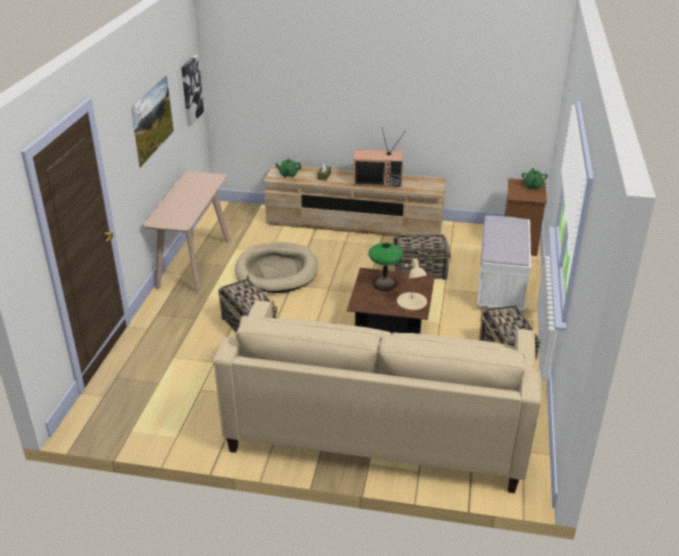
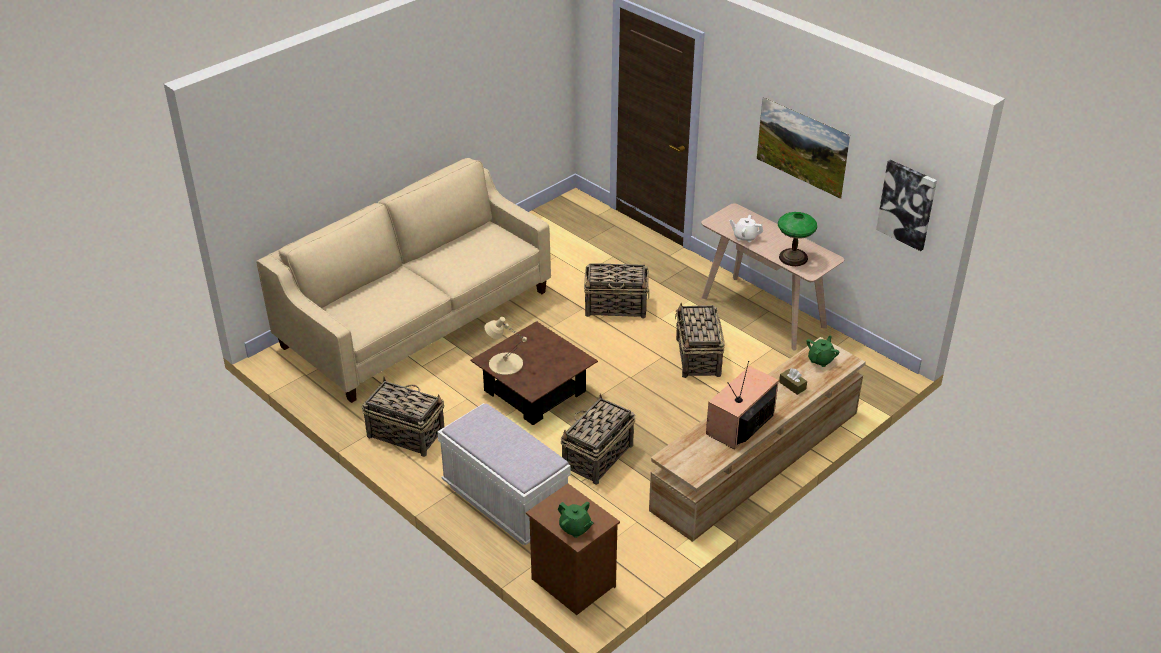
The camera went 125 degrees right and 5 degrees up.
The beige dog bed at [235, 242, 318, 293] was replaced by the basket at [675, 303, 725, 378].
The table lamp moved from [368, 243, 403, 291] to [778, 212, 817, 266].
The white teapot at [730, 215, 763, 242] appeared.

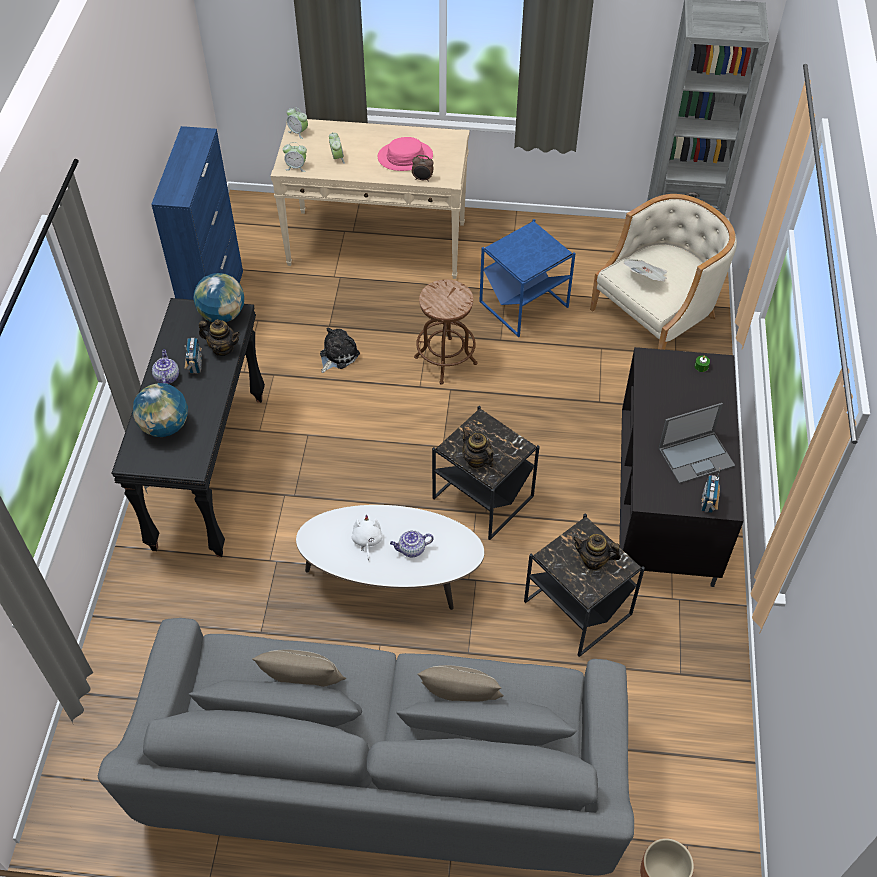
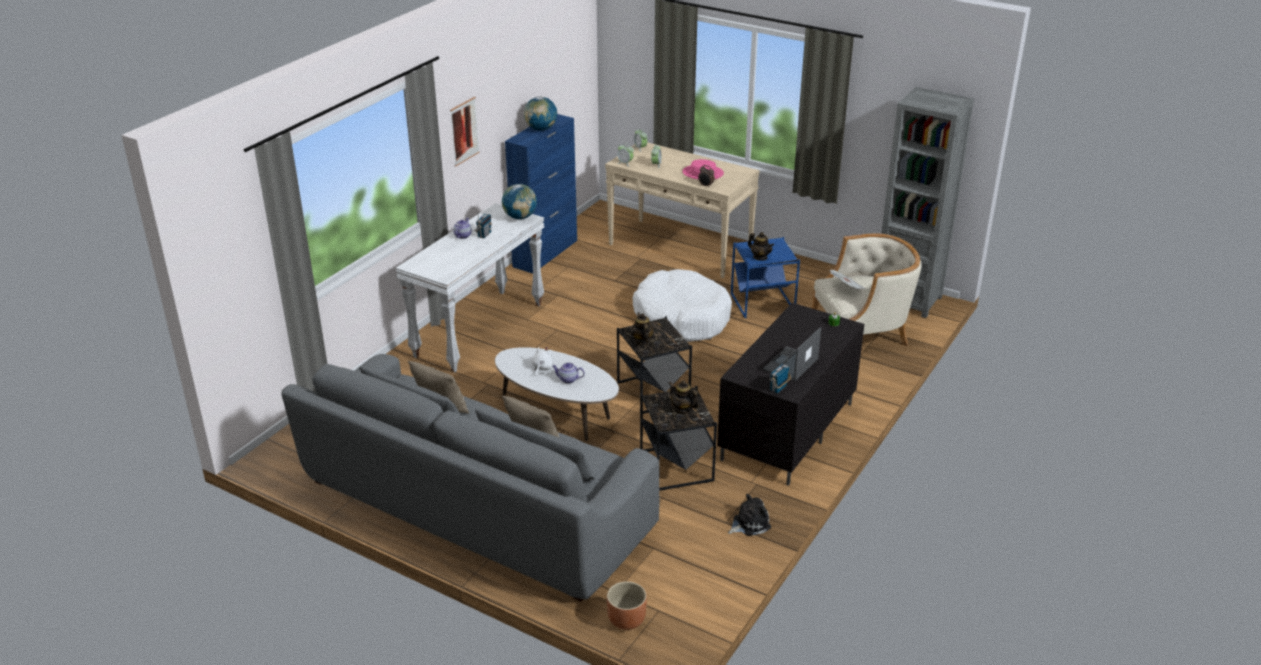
The camera went 25 degrees right and 20 degrees down.
The black console table at [111, 298, 265, 557] became the white console table at [395, 203, 545, 372].
The globe moved from [133, 383, 188, 437] to [524, 97, 557, 131].
The teapot moved from [199, 319, 240, 356] to [748, 232, 774, 261].
The plush toy moved from [320, 328, 360, 373] to [728, 494, 771, 536].
The brown stool at [414, 279, 478, 385] was replaced by the white dog bed at [633, 269, 732, 342].
The laptop at [658, 403, 735, 484] turned 120 degrees clockwise.
The picture at [450, 97, 480, 167] appeared.

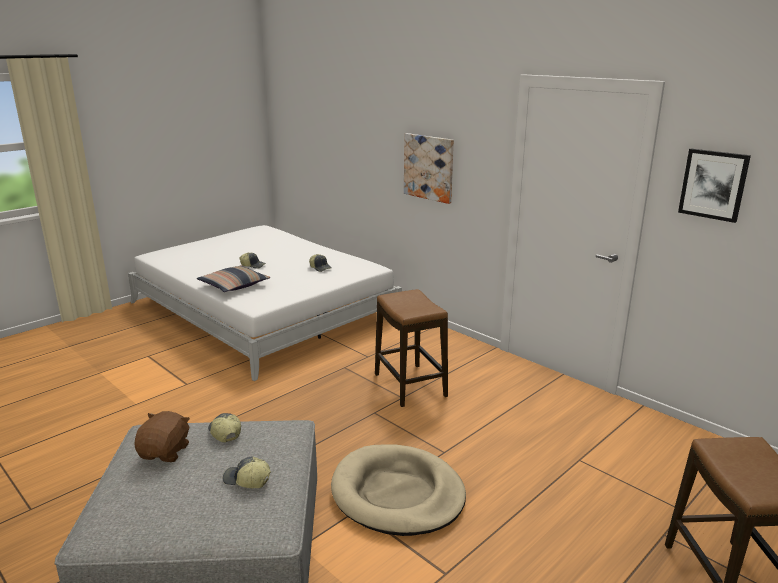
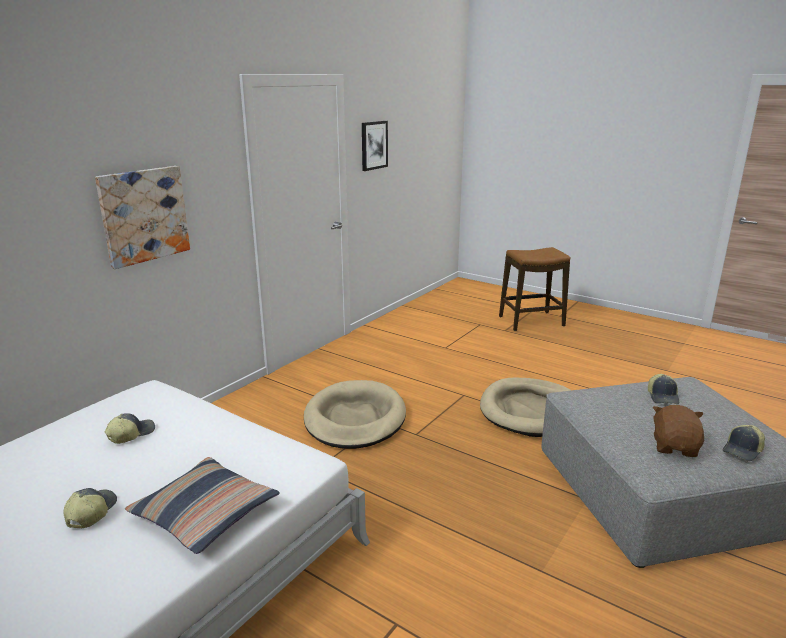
The camera went 100 degrees left and 0 degrees up.
The brown plush toy at [135, 411, 190, 462] turned 105 degrees clockwise.
The cap moved from [208, 413, 241, 443] to [722, 425, 765, 461].
The stool at [375, 289, 448, 407] was replaced by the beige dog bed at [304, 380, 406, 449].

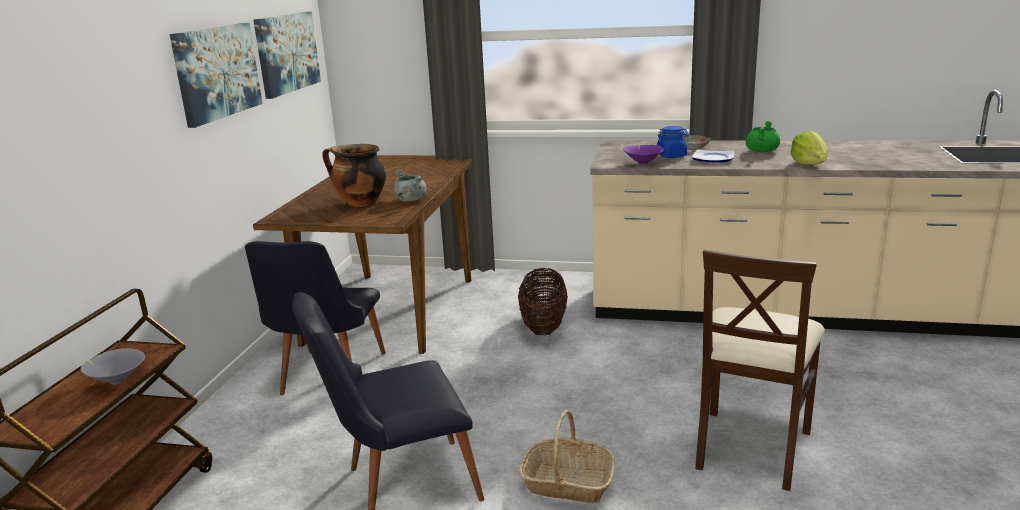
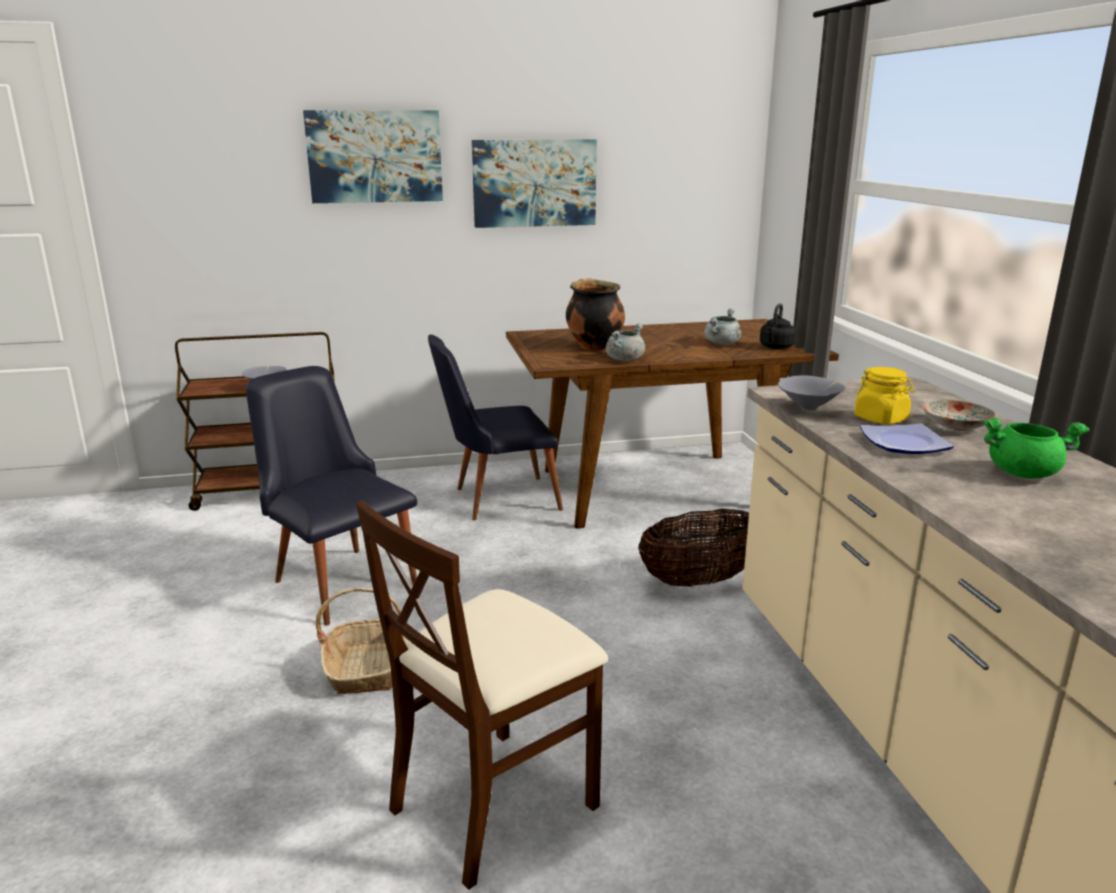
The camera went 65 degrees right and 0 degrees up.
The picture moved from [253, 12, 321, 99] to [303, 110, 443, 203].
The purple bowl at [623, 145, 664, 165] became the grey bowl at [778, 375, 846, 411].
The blue jar at [657, 126, 689, 158] became the yellow jar at [855, 367, 914, 424].
The beige chair at [695, 250, 825, 491] turned 45 degrees counterclockwise.
The lettuce at [790, 131, 828, 165] disappeared.
The grey cooking pot at [704, 309, 741, 345] appeared.
The black kettle at [760, 303, 796, 349] appeared.

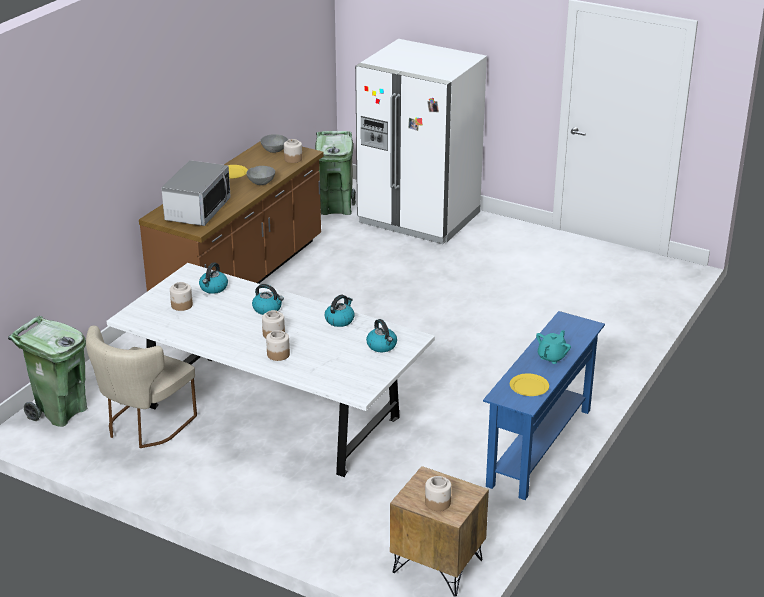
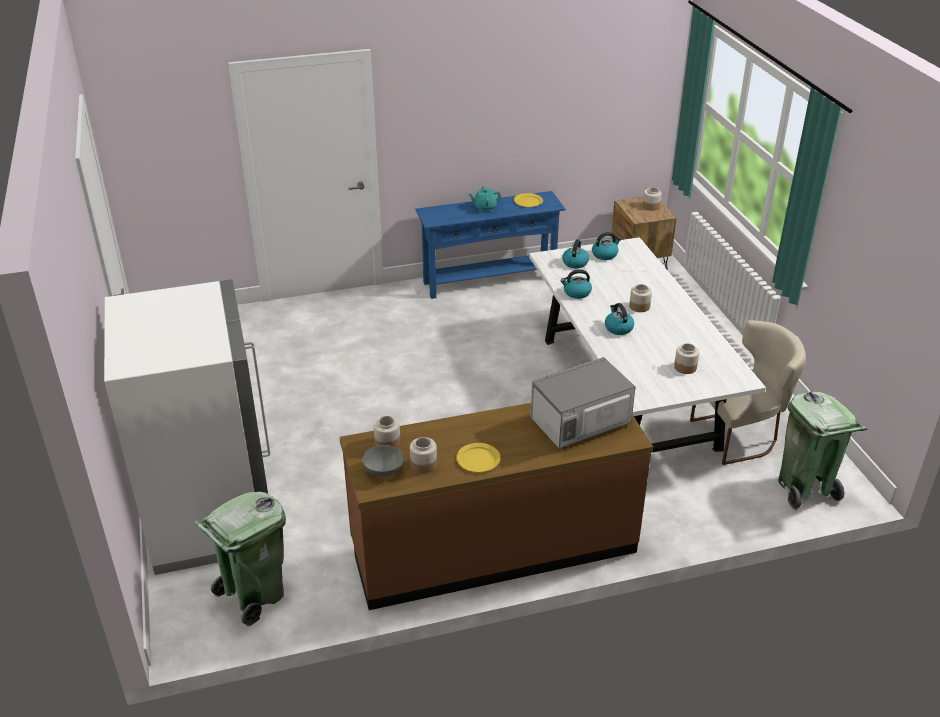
The camera went 135 degrees left and 5 degrees up.
The kettle moved from [199, 262, 228, 294] to [592, 232, 621, 260].
The grey bowl at [246, 166, 275, 185] disappeared.
The jar moved from [266, 330, 290, 361] to [410, 437, 437, 473].

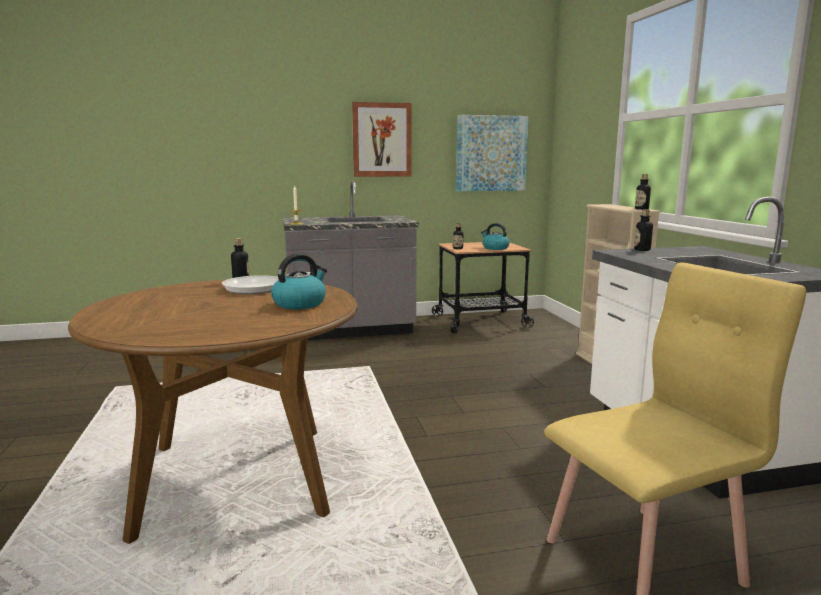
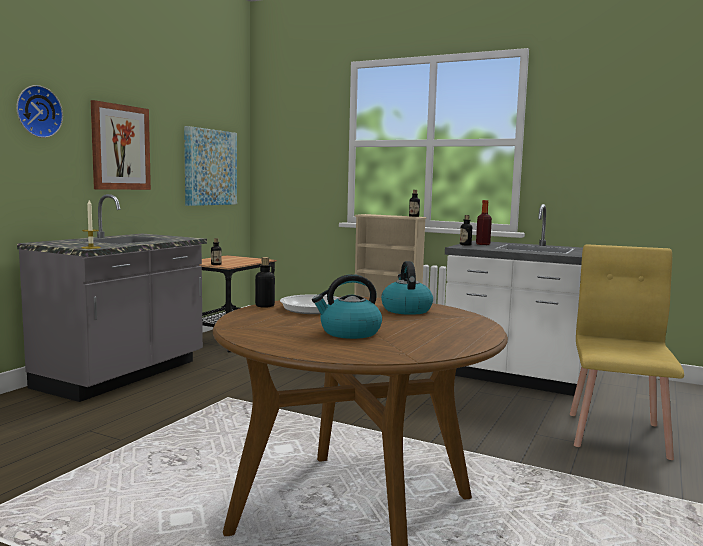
The camera went 50 degrees left and 5 degrees down.
The kettle moved from [481, 223, 510, 250] to [312, 274, 382, 339].
The wall clock at [16, 85, 63, 138] appeared.
The bottle at [476, 200, 492, 245] appeared.

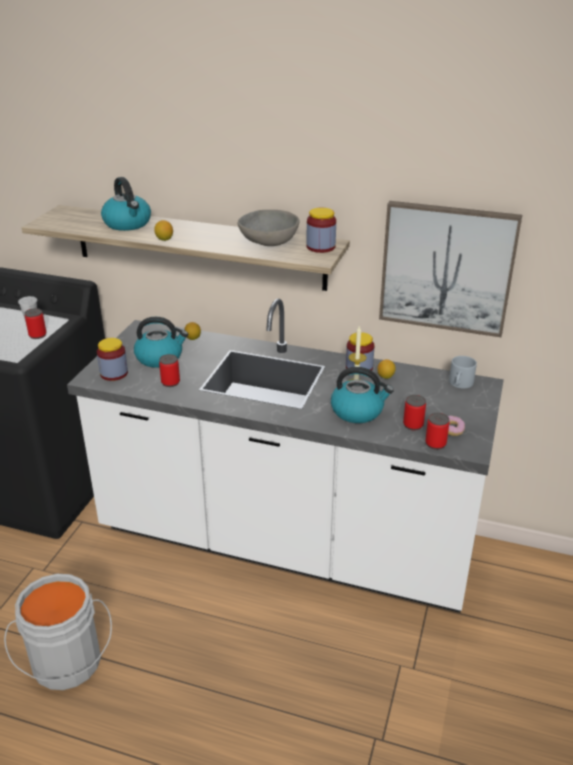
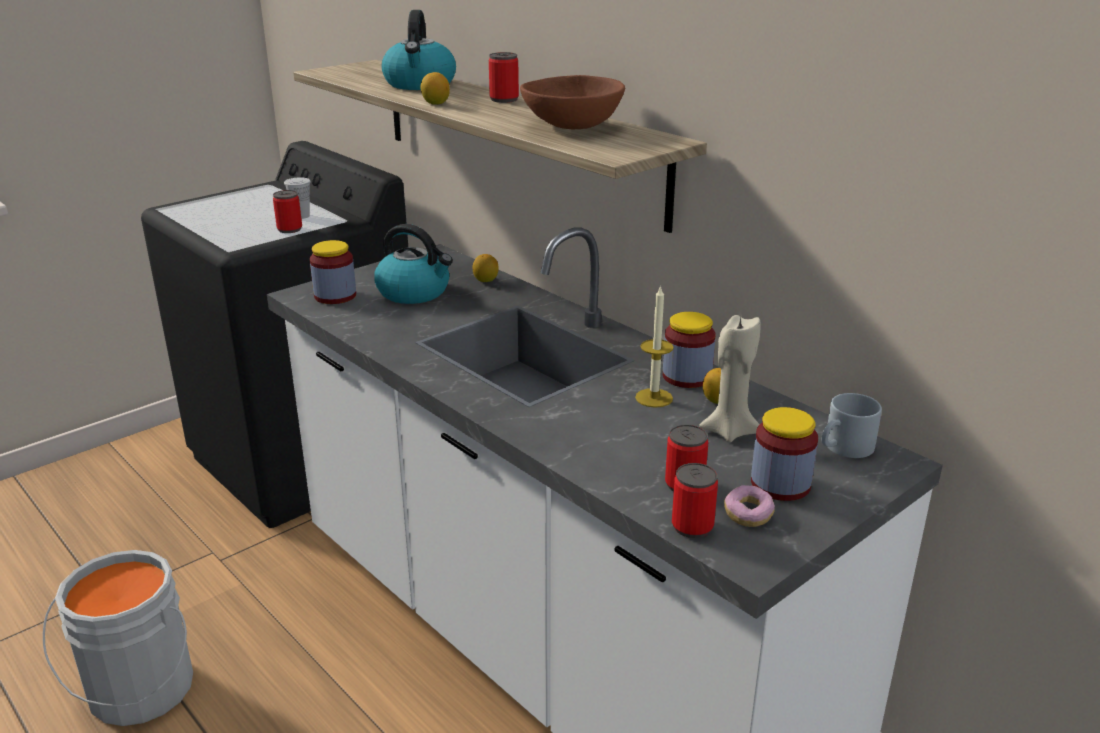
The camera went 30 degrees right and 5 degrees down.
The can moved from [159, 354, 180, 387] to [489, 52, 519, 103].
The grey bowl at [238, 210, 300, 246] became the brown bowl at [520, 75, 625, 129].
The jar moved from [306, 208, 336, 253] to [751, 407, 818, 501].
The kettle at [331, 367, 394, 423] disappeared.
The picture at [379, 201, 522, 337] disappeared.
The beige candle at [699, 315, 761, 442] appeared.

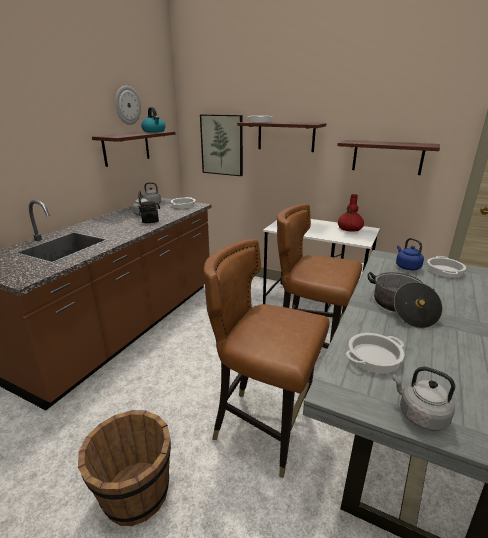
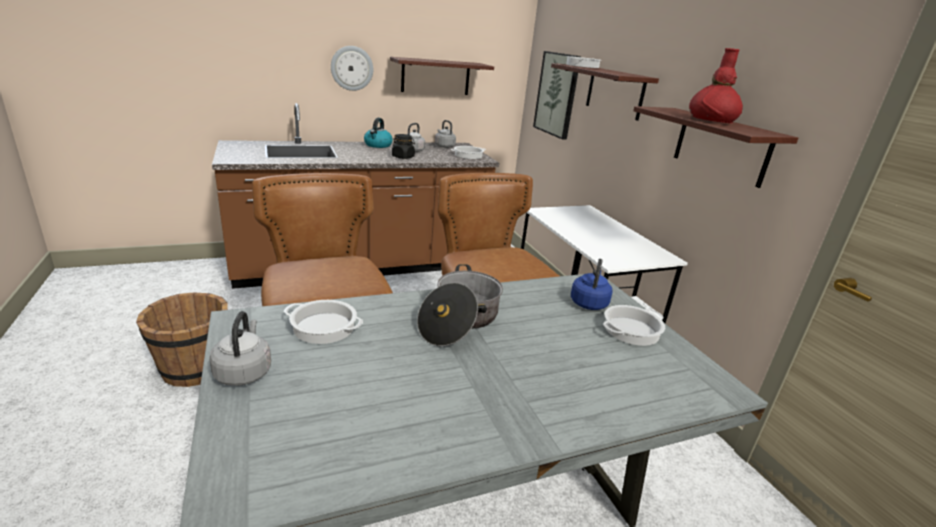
The camera went 40 degrees right and 0 degrees up.
The wall clock moved from [115, 86, 141, 125] to [331, 46, 373, 91].
The kettle moved from [141, 107, 166, 132] to [364, 118, 393, 148].
The red vase moved from [338, 194, 364, 232] to [689, 48, 743, 123].

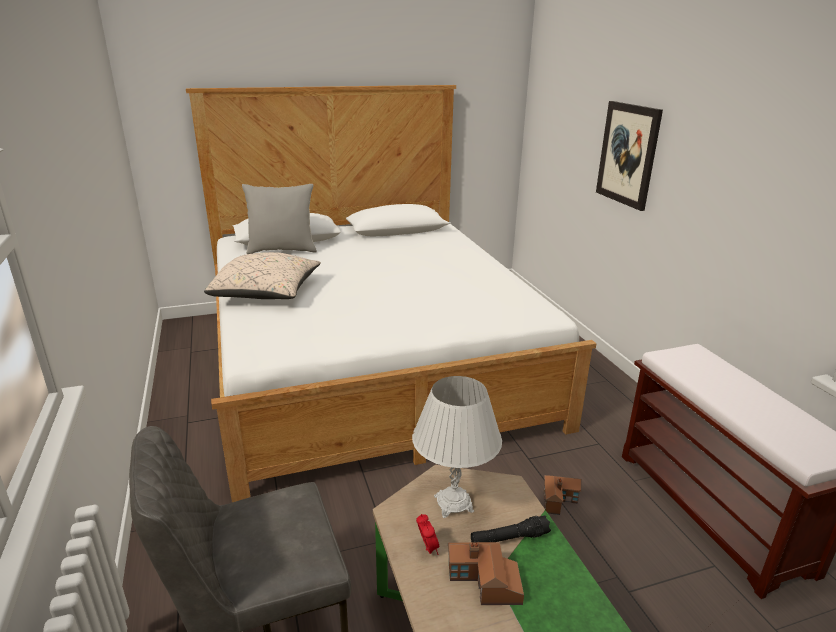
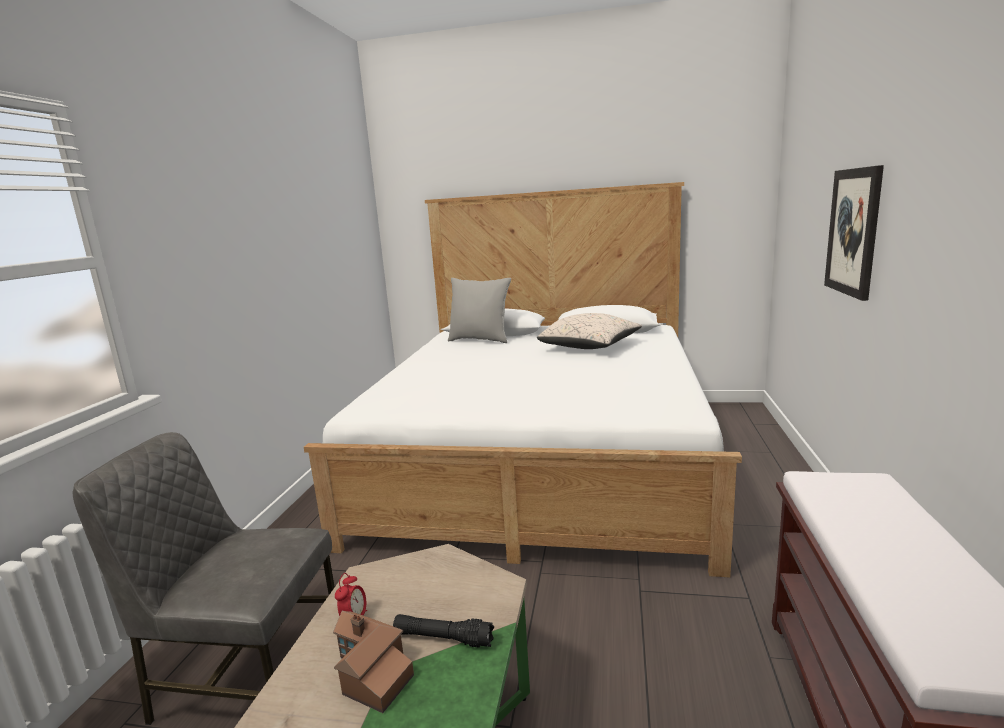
The camera went 30 degrees right and 10 degrees down.
The beige pillow moved from [204, 252, 321, 299] to [537, 313, 642, 349].
The white table lamp at [412, 376, 502, 518] disappeared.
The toy house at [544, 475, 582, 515] disappeared.

